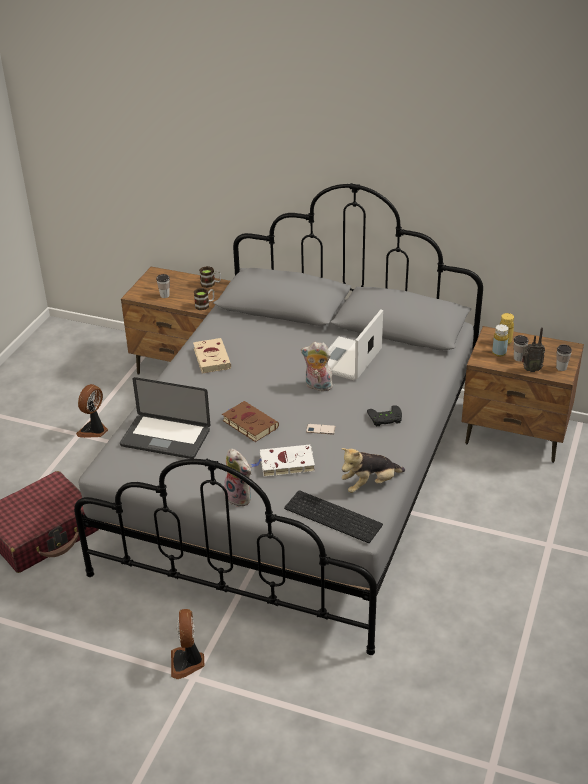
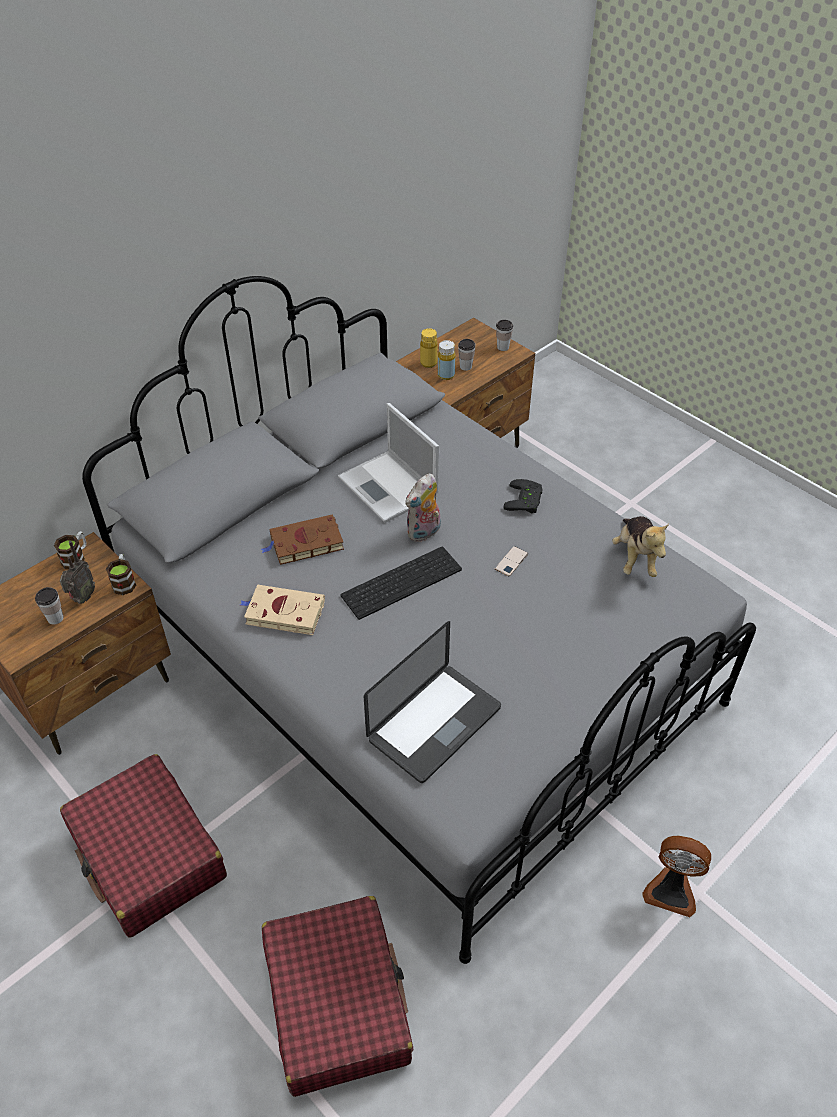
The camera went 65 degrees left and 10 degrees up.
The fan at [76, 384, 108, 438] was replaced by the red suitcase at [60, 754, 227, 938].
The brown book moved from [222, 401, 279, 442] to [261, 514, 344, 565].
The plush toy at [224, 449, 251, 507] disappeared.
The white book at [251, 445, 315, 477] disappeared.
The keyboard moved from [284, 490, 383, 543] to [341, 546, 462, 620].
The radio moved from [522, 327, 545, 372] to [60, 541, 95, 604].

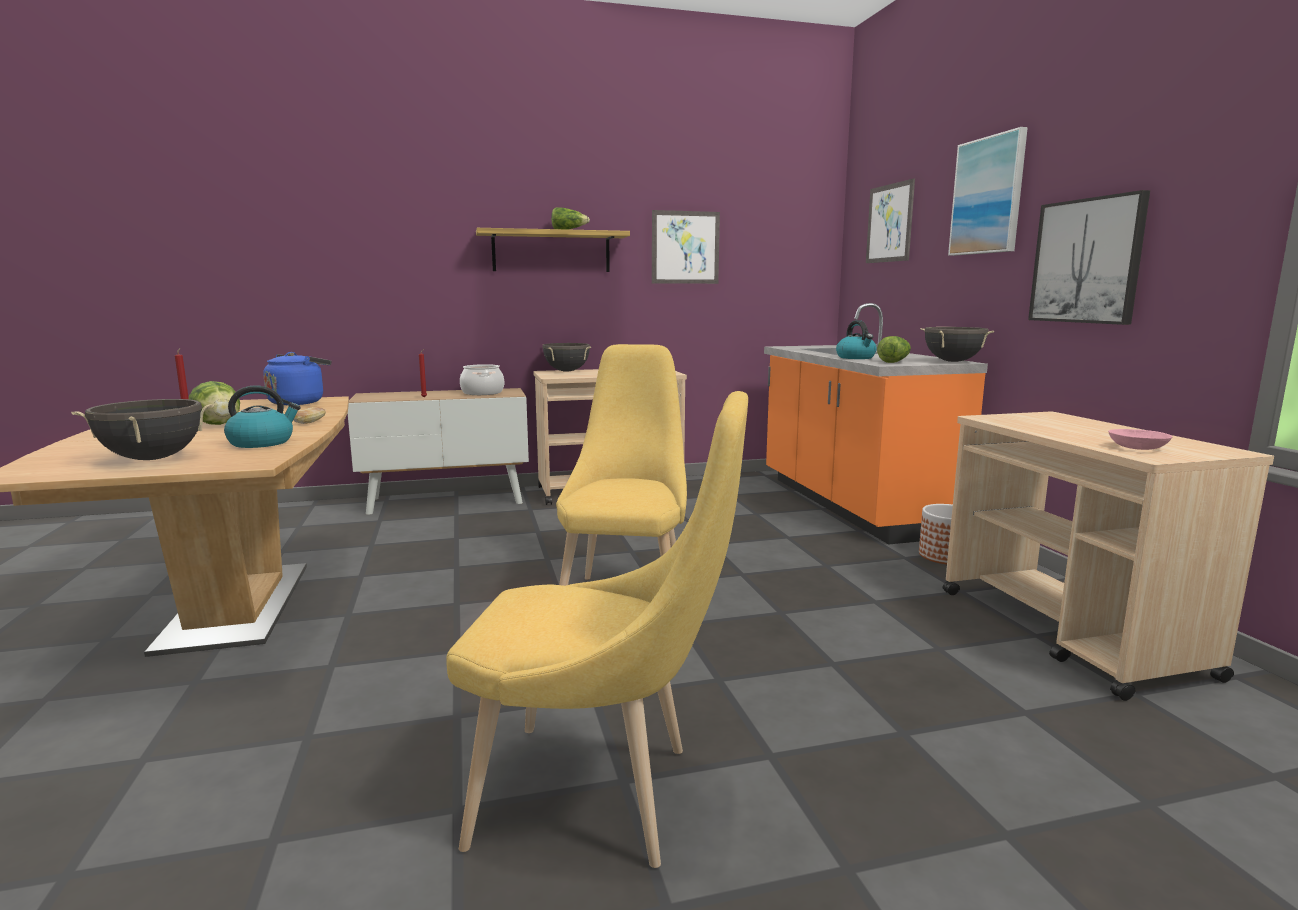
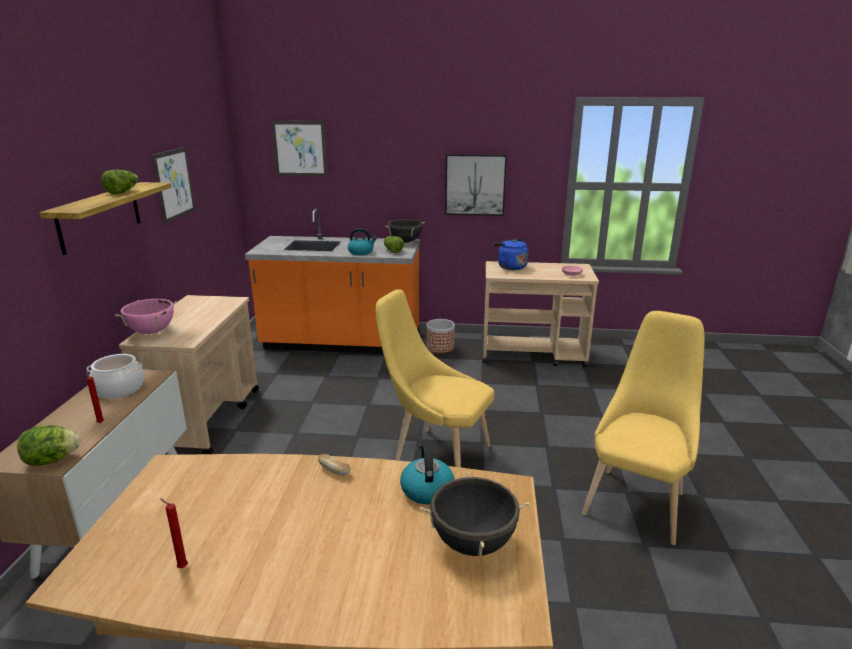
The camera went 70 degrees left and 10 degrees up.
The lettuce moved from [189, 381, 240, 425] to [17, 425, 80, 466].
The blue kettle moved from [263, 352, 331, 405] to [493, 239, 528, 270].
The black cooking pot at [542, 343, 591, 372] became the pink cooking pot at [115, 299, 178, 334].
The picture at [948, 127, 1028, 256] disappeared.

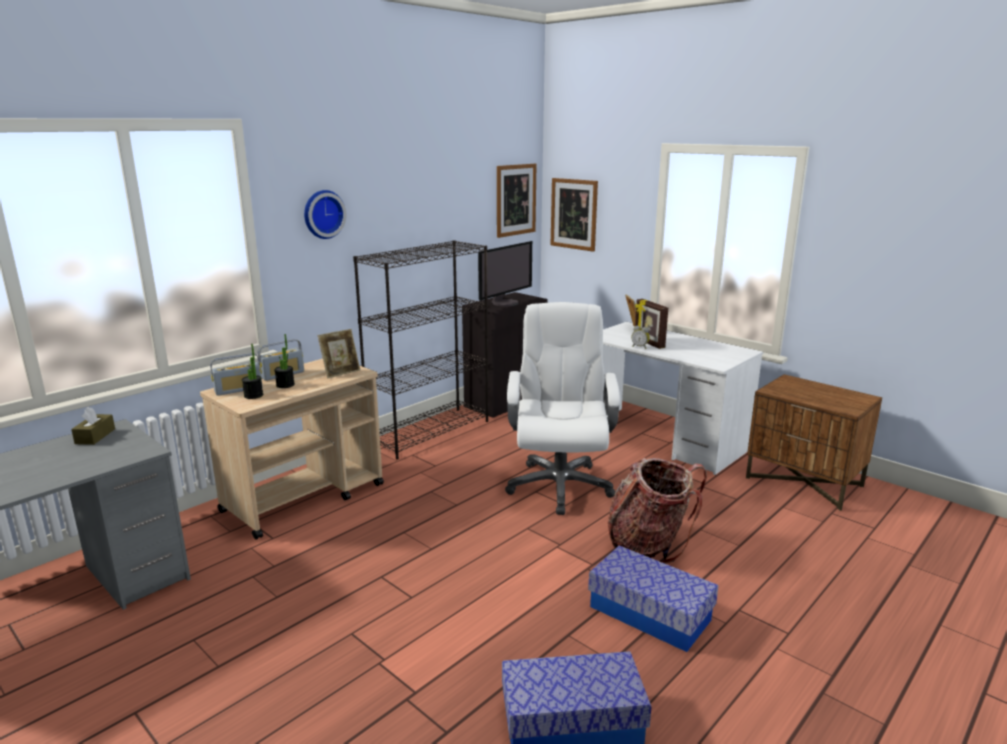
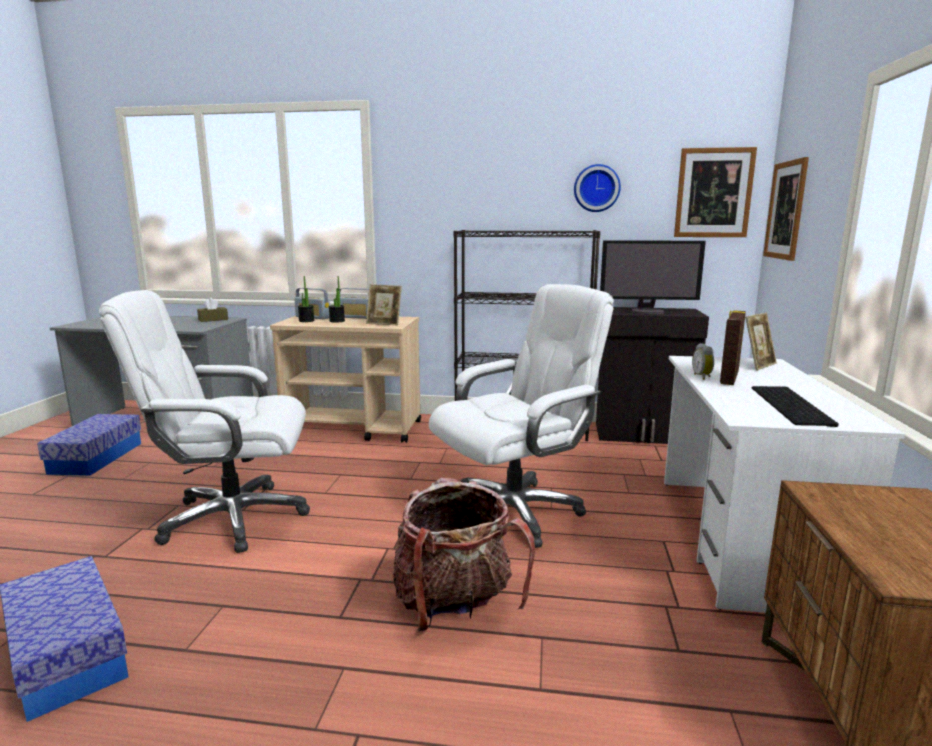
The camera went 55 degrees right and 5 degrees down.
The wall clock moved from [304, 190, 346, 239] to [574, 164, 621, 212].
The storage box moved from [588, 546, 718, 652] to [37, 414, 141, 476].
The white office chair at [99, 290, 310, 553] appeared.
The keyboard at [752, 386, 839, 427] appeared.

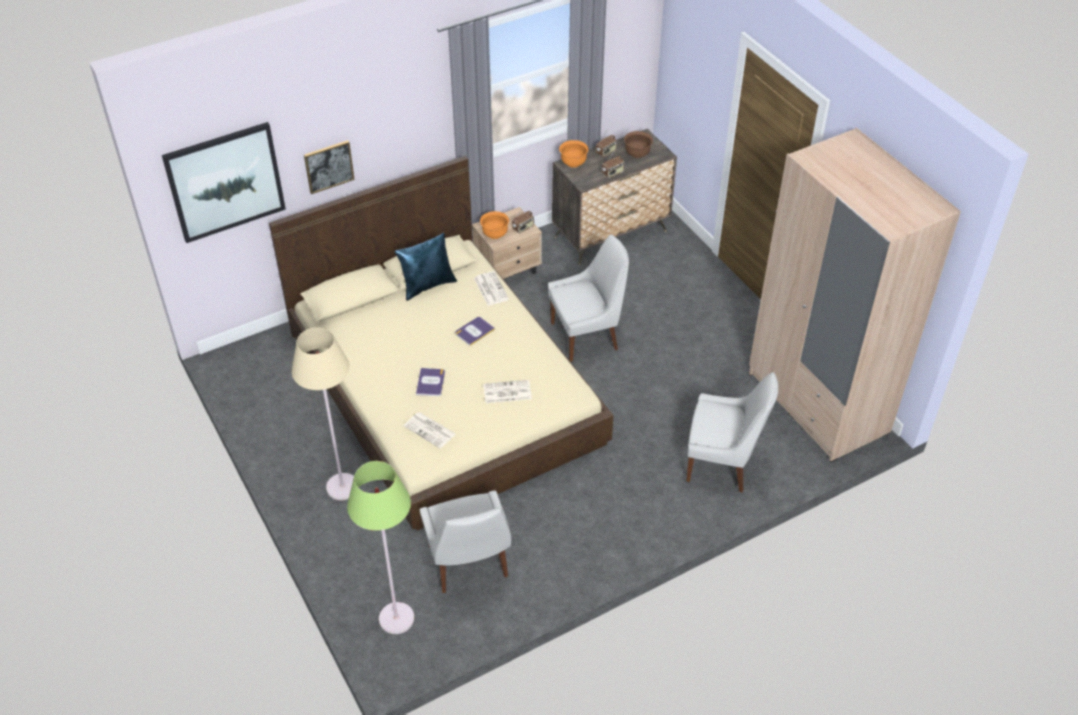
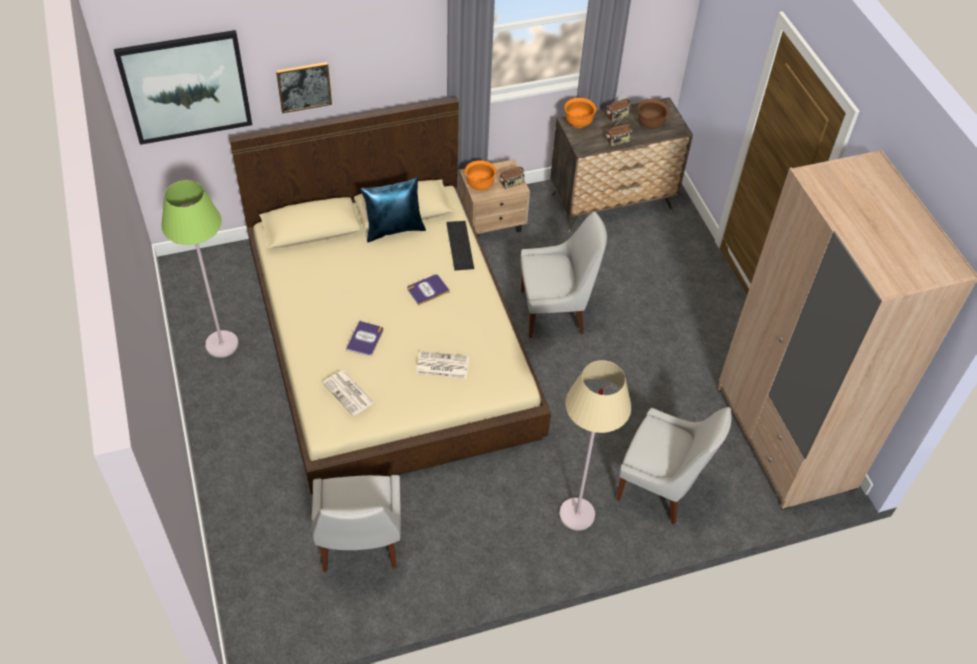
The camera went 10 degrees right and 5 degrees up.
The beige floor lamp moved from [292, 327, 354, 500] to [559, 360, 631, 531].
The green floor lamp moved from [347, 461, 414, 634] to [162, 180, 239, 358].
The newspaper at [474, 271, 509, 305] was replaced by the keyboard at [446, 221, 474, 271].

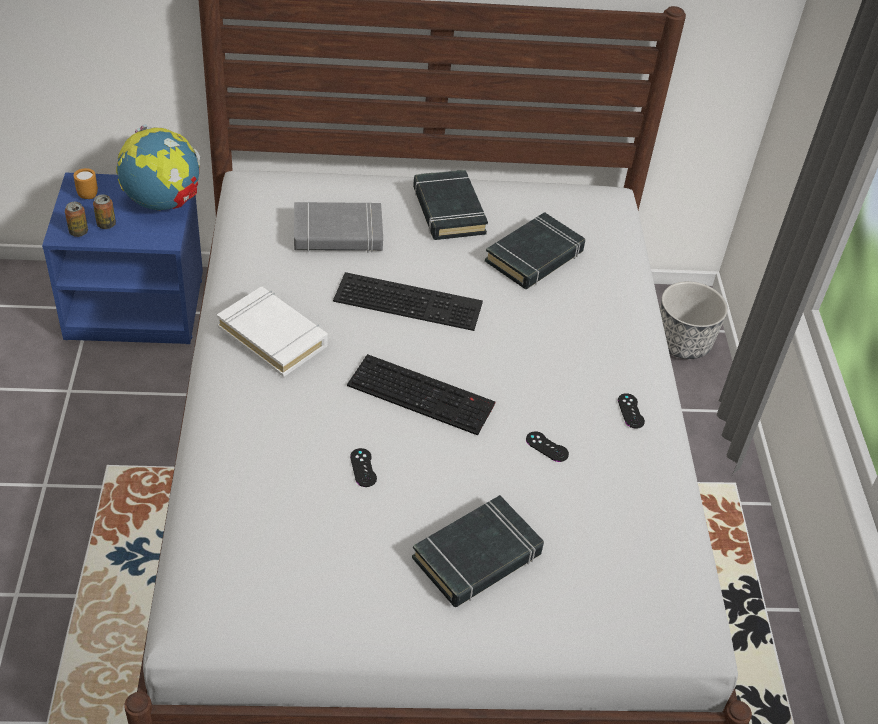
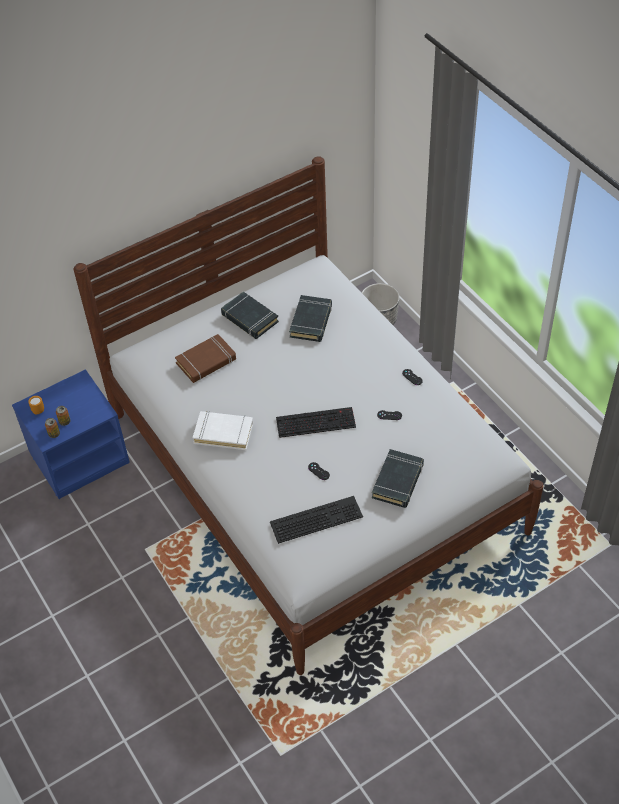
The camera went 25 degrees left and 5 degrees up.
The globe at [116, 124, 200, 210] disappeared.
The grey book at [294, 202, 383, 252] became the brown book at [175, 334, 236, 383].
The keyboard moved from [333, 272, 483, 331] to [270, 496, 363, 544].

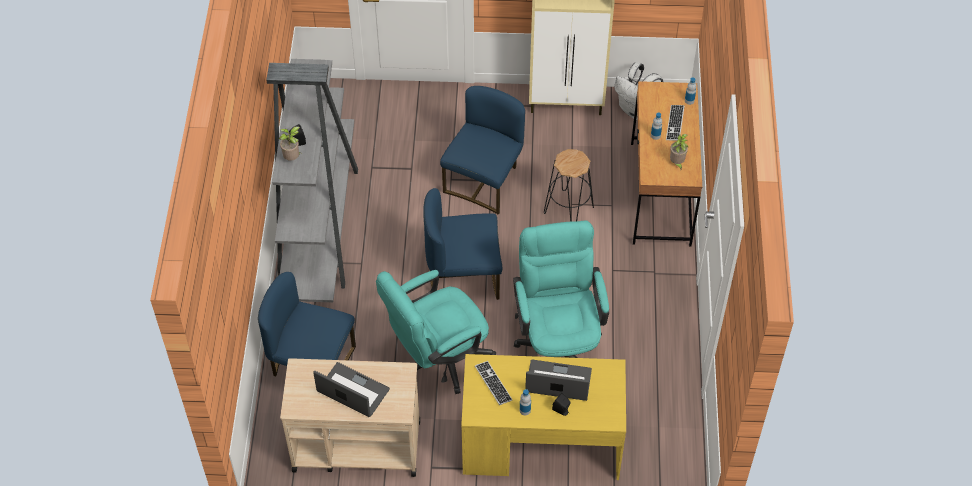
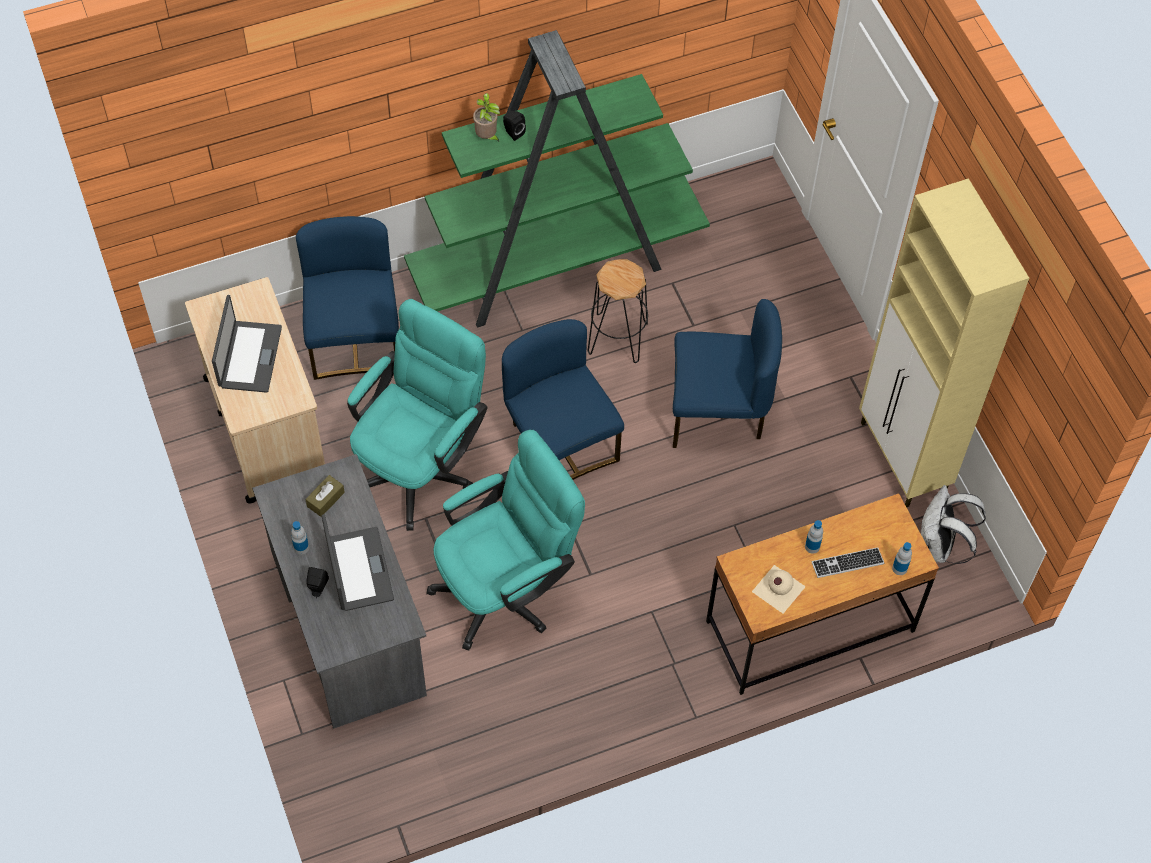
The camera went 65 degrees right and 5 degrees up.
The grey bookcase at [266, 59, 358, 302] became the green bookcase at [404, 30, 710, 328].
The turquoise office chair at [376, 270, 496, 394] turned 90 degrees clockwise.
The yellow desk at [461, 354, 626, 480] became the grey desk at [252, 454, 427, 729].
The keyboard at [475, 361, 513, 405] was replaced by the brown tissue box at [306, 475, 345, 517].
The black stool moved from [544, 149, 594, 222] to [588, 259, 648, 363].
The potted plant at [670, 134, 689, 169] was replaced by the beige bottle at [752, 565, 806, 614].

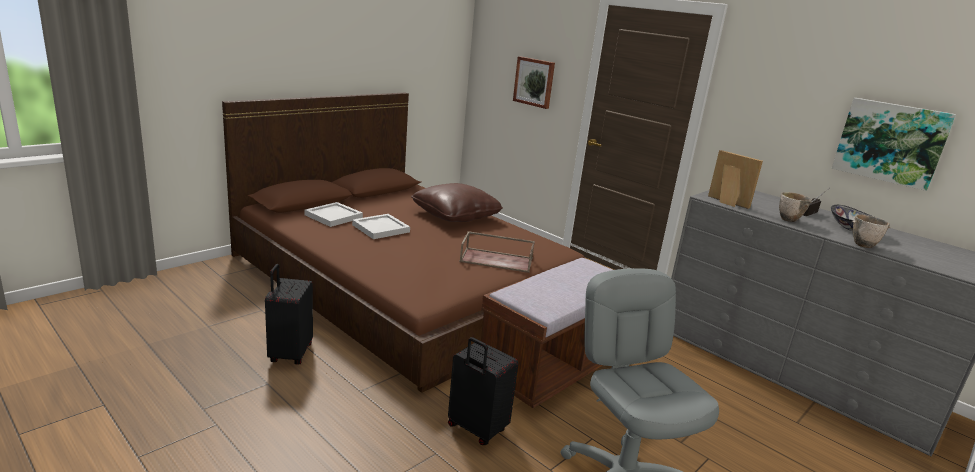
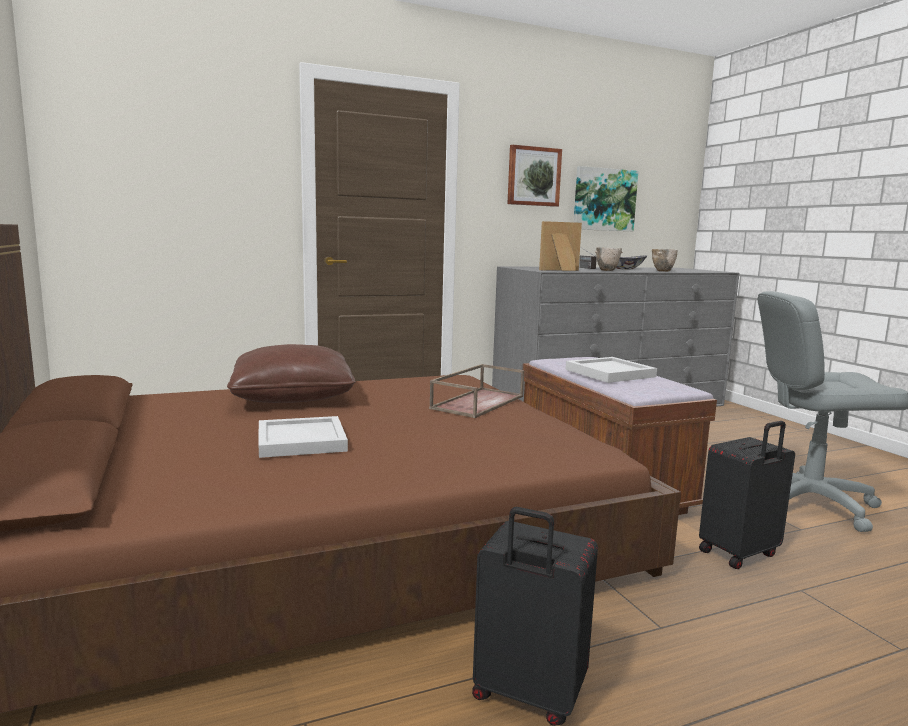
The camera went 65 degrees left and 10 degrees down.
The white tray moved from [304, 202, 363, 227] to [565, 357, 657, 383].
The picture moved from [513, 56, 555, 109] to [507, 145, 562, 207].

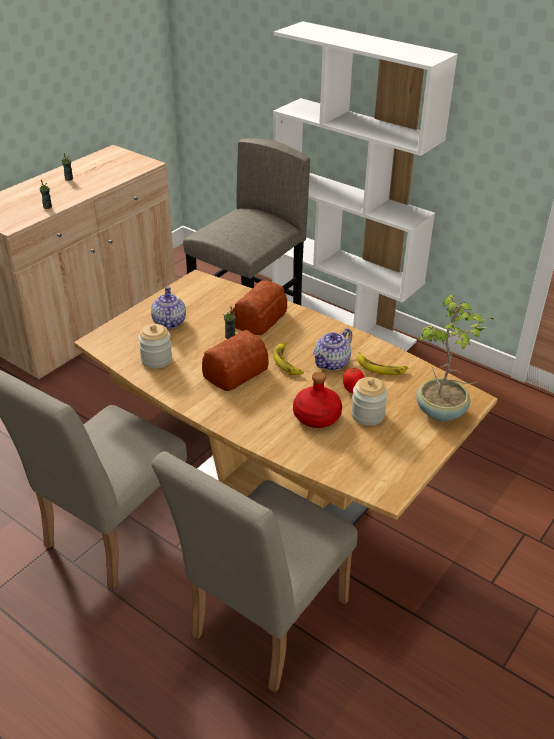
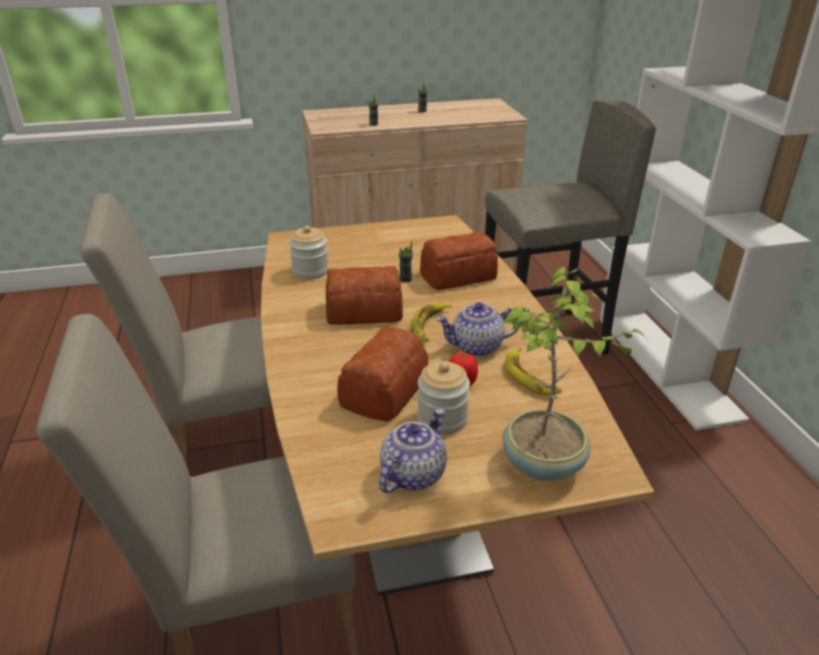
The camera went 40 degrees right and 5 degrees down.
The teapot moved from [151, 286, 186, 330] to [379, 409, 447, 493].
The red bottle at [293, 372, 342, 428] was replaced by the bread at [337, 326, 428, 422].

